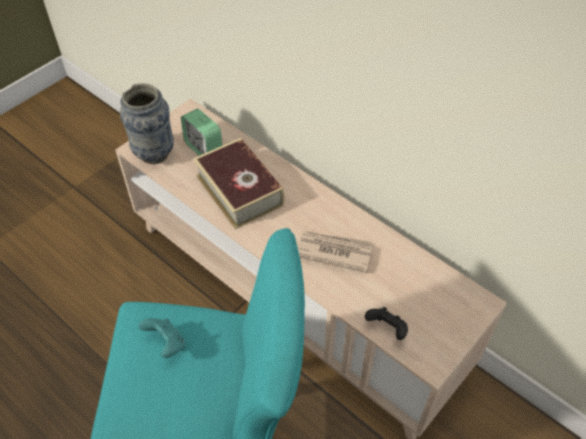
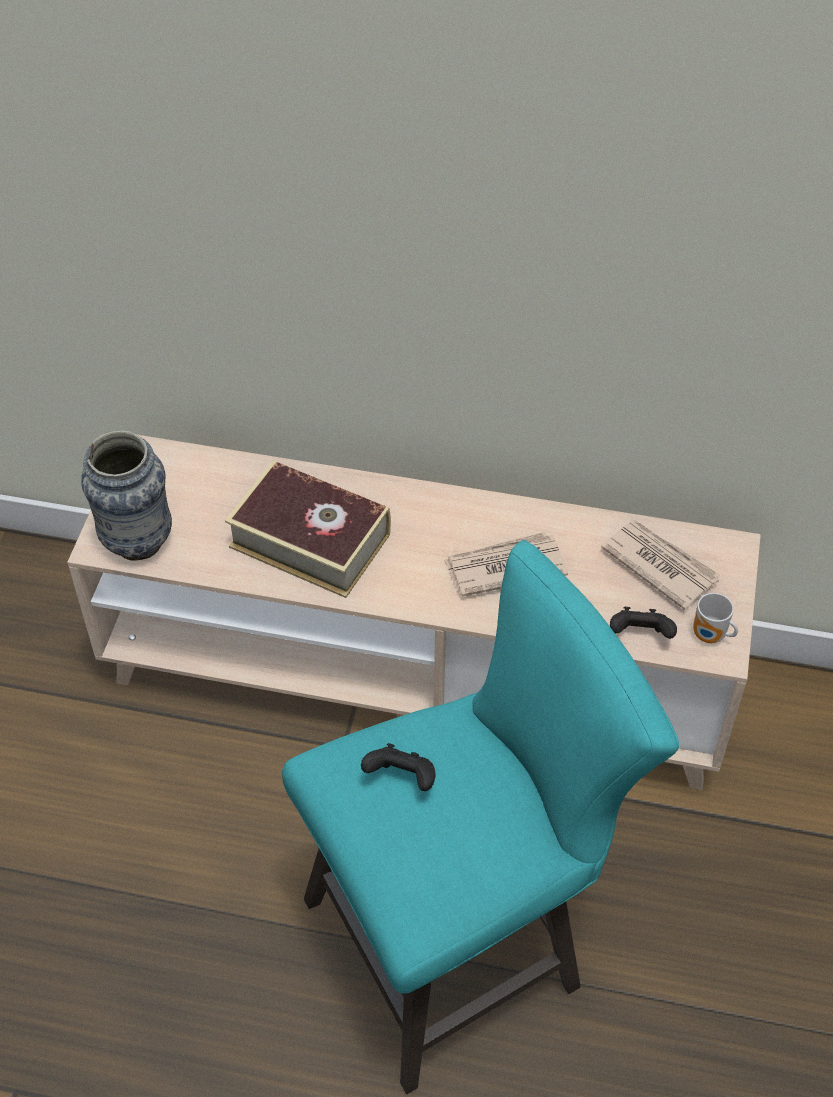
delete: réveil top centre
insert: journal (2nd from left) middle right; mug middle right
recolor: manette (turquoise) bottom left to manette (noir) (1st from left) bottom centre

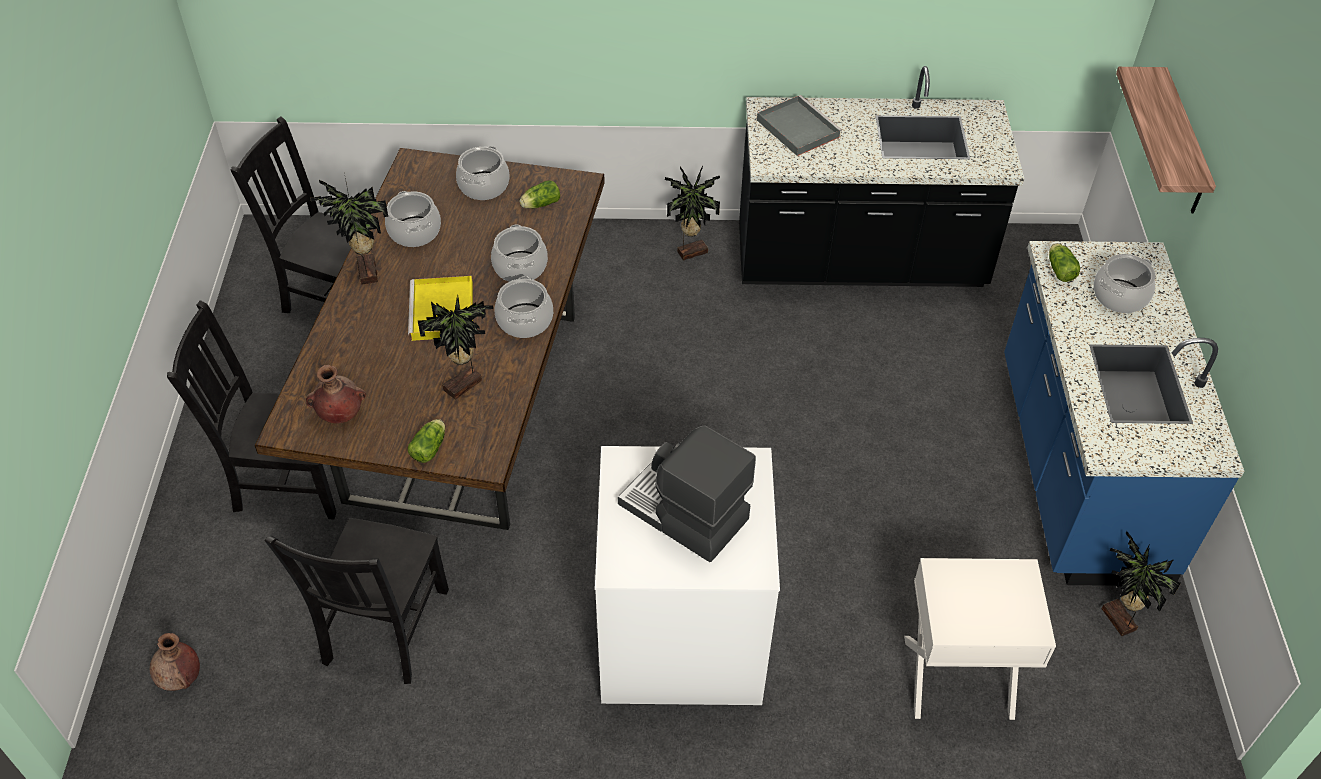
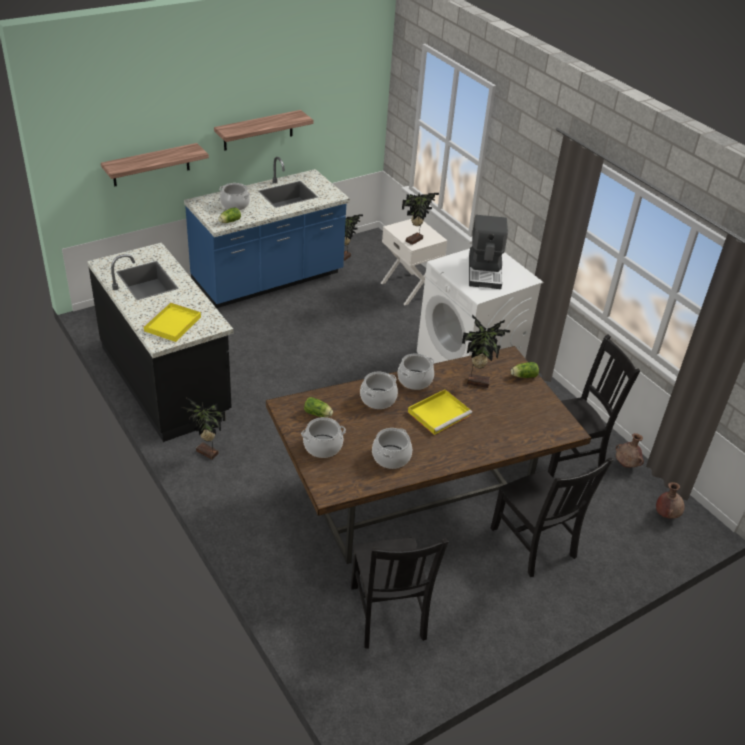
insert: étagère (2nd from left) top centre
move: vase (marron) (2nd from left in the first image) middle left to vase (marron) (1st from left) middle right; plante en pot (1st from left in the first image) top left to plante en pot (3rd from left) top centre
recolor: plateau (gris) top centre to plateau (jaune) (1st from left) middle left

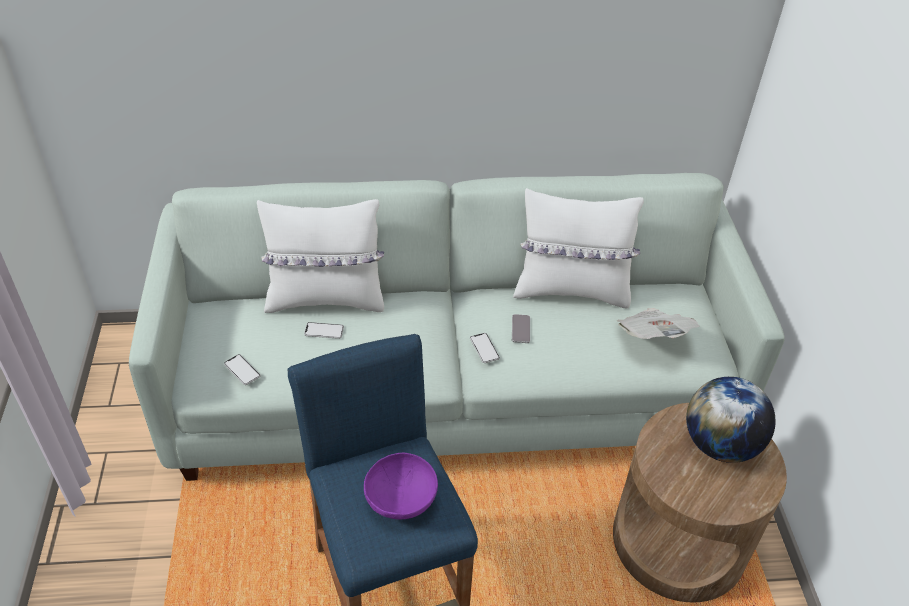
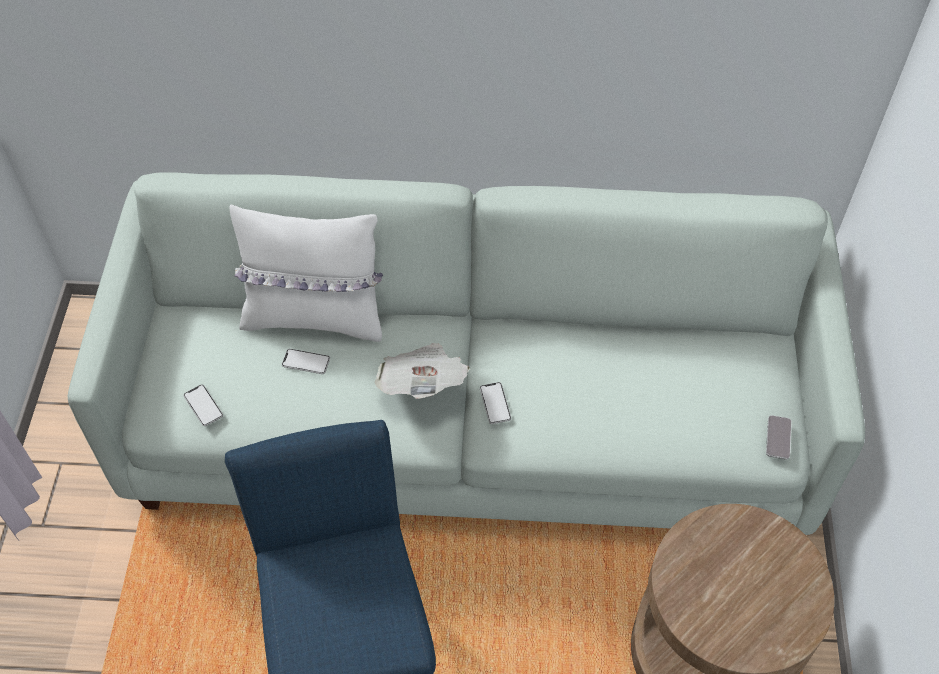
delete: bol (violet) bottom centre; coussin (blanc) (2nd from left) centre; globe bottom right
move: téléphone (4th from left) centre to middle right; journal middle right to centre

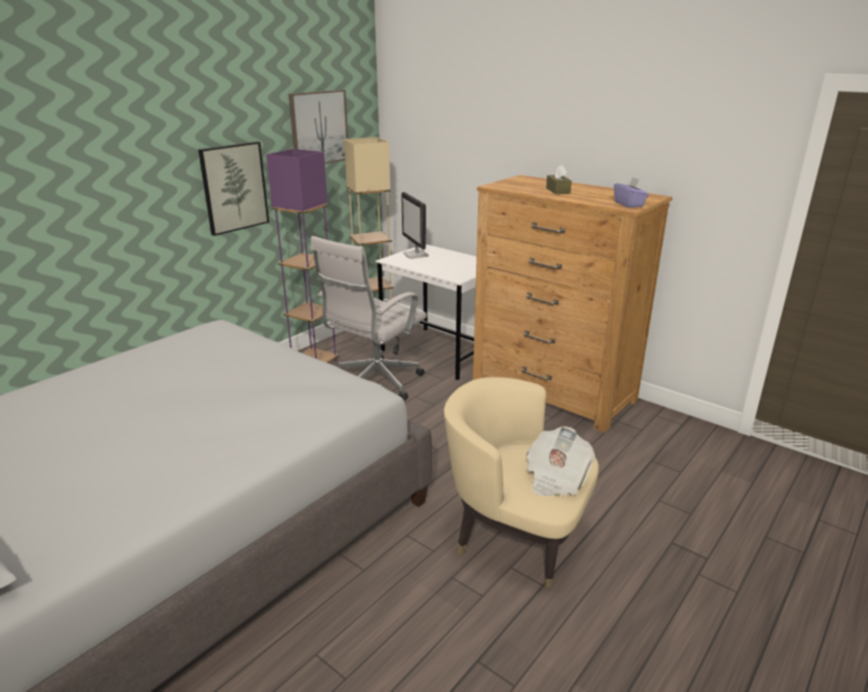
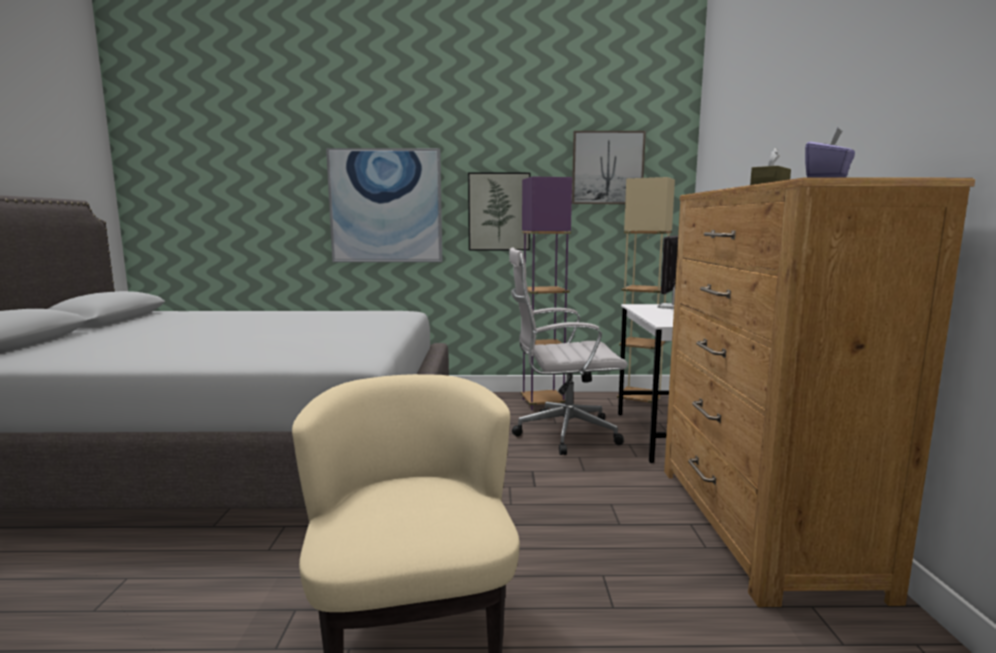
delete: journal centre
insert: tableau (1st from left) top centre

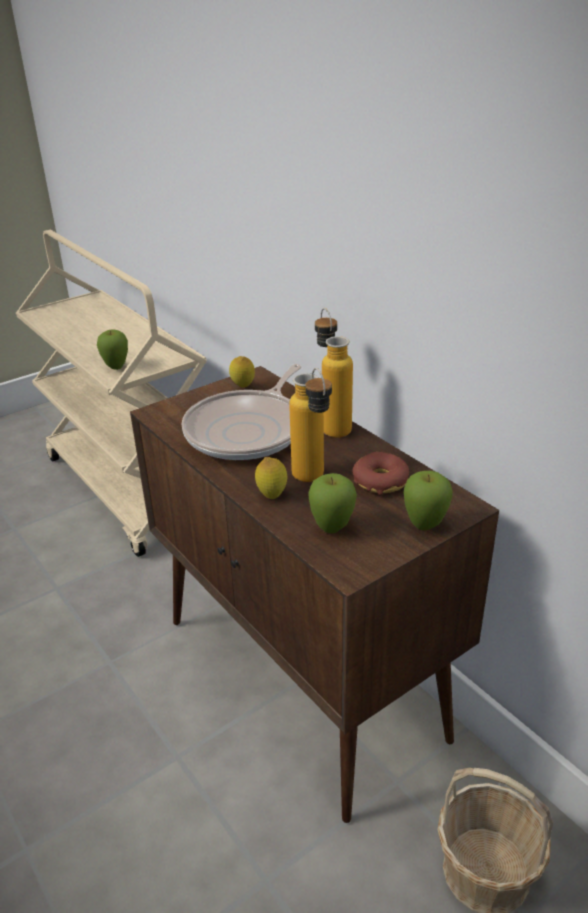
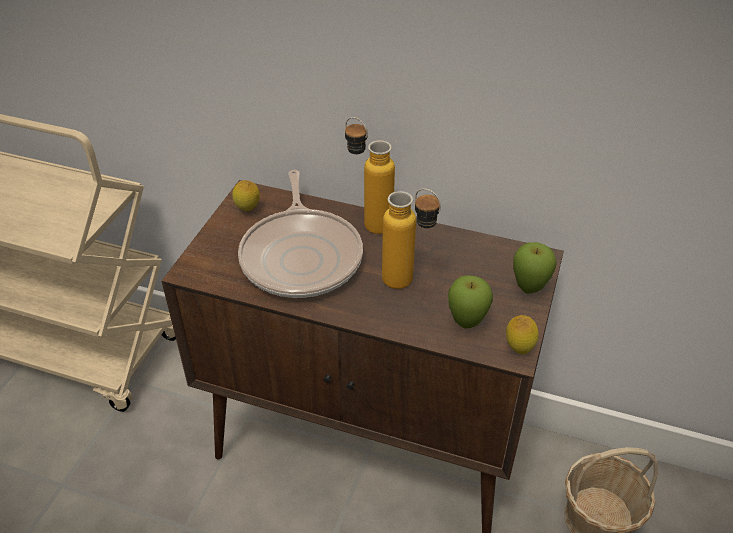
delete: pomme (1st from left) middle left; beignet centre
move: citron (2nd from left) centre to middle right

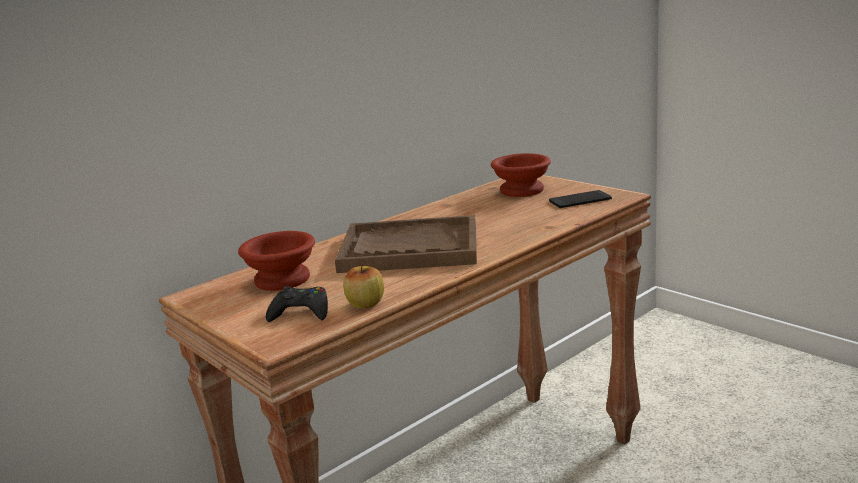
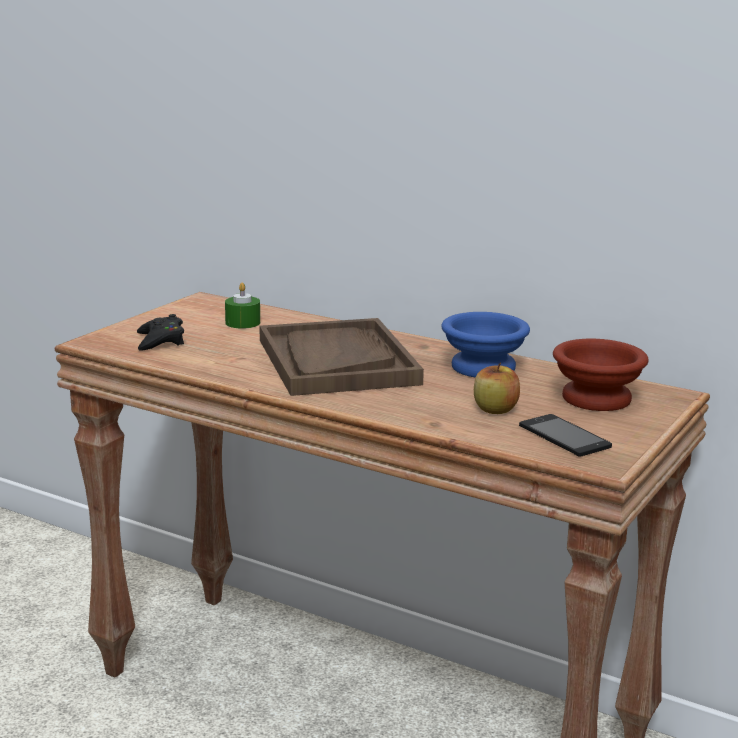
insert: bol (bleu) centre
move: pomme centre to middle right
replace: bol (marron) (1st from left) middle left to bougie (vert) middle left

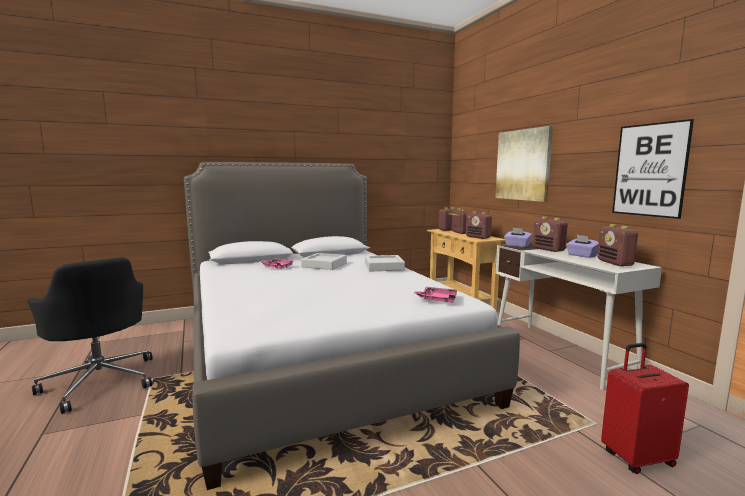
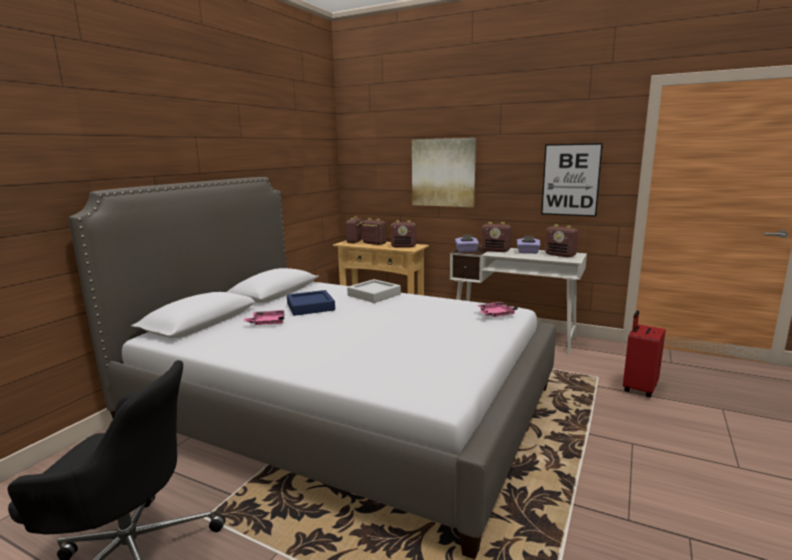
recolor: plateau (gris) (1st from left) centre to plateau (bleu) centre

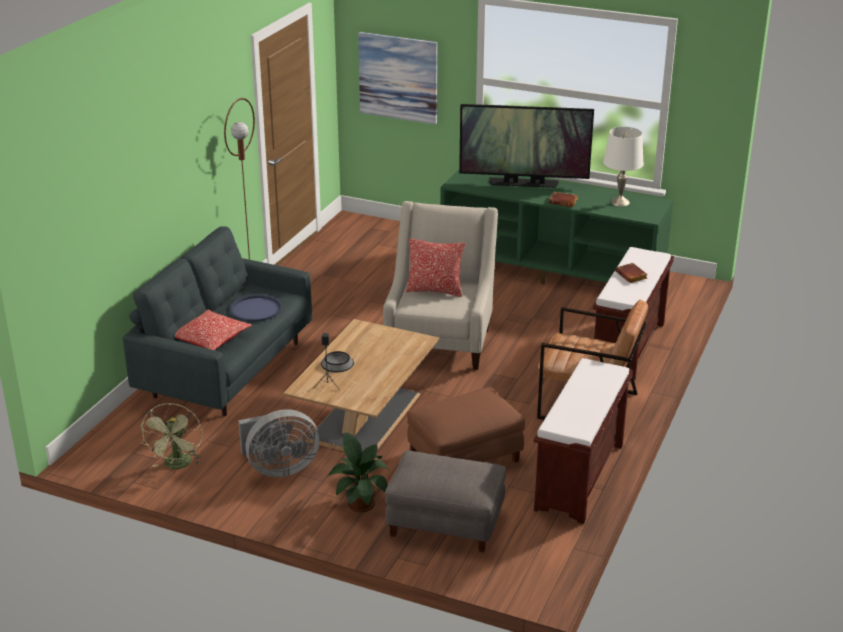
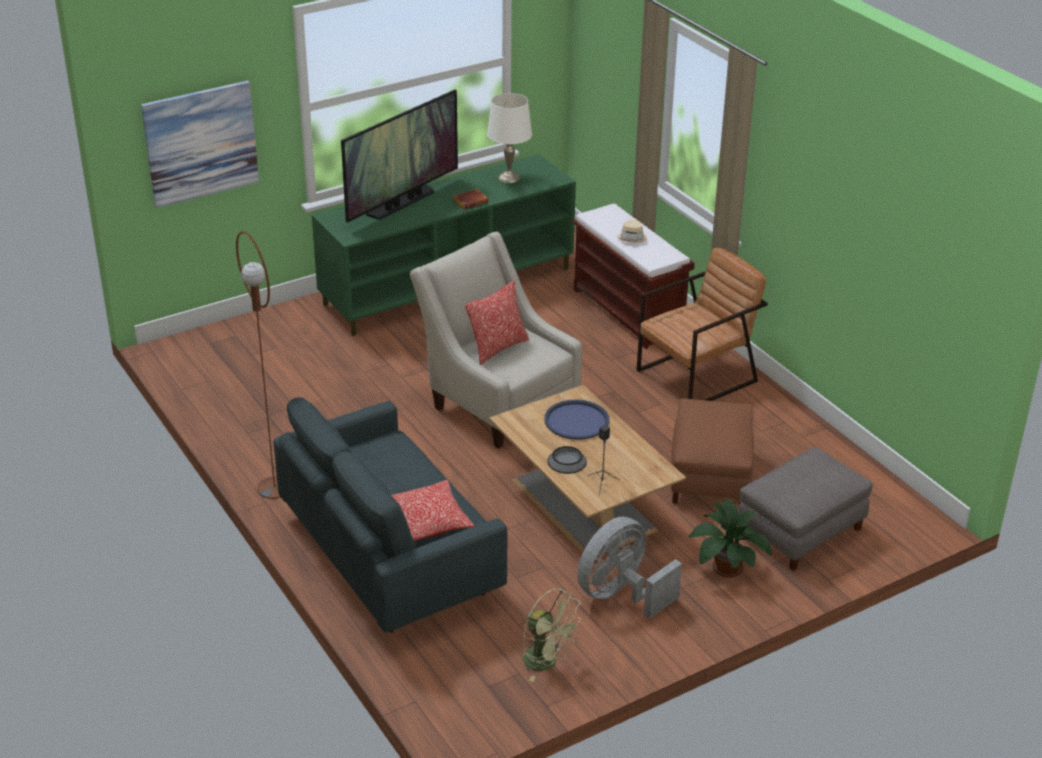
delete: banc (marron) (1st from left) bottom right
move: plateau (bleu) middle left to centre
replace: livre (marron) (2nd from left) middle right to chapeau (beige) top centre
rotate: ventilateur (gris) bottom left = bottom centre 150 degrees counterclockwise

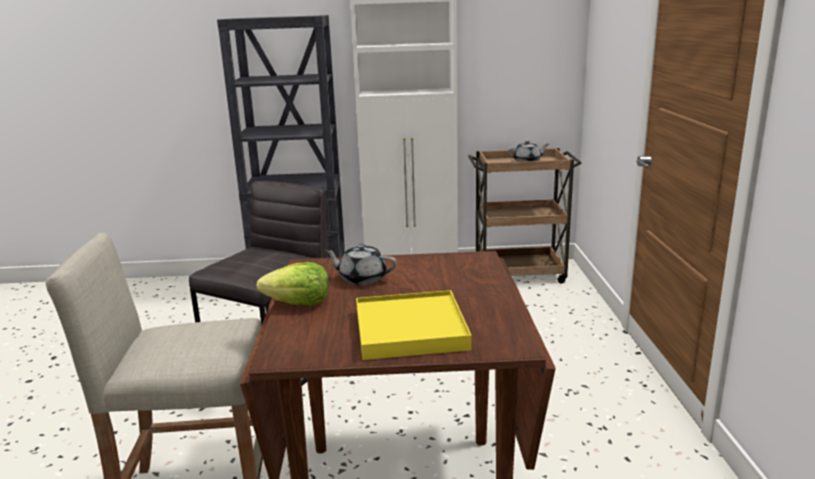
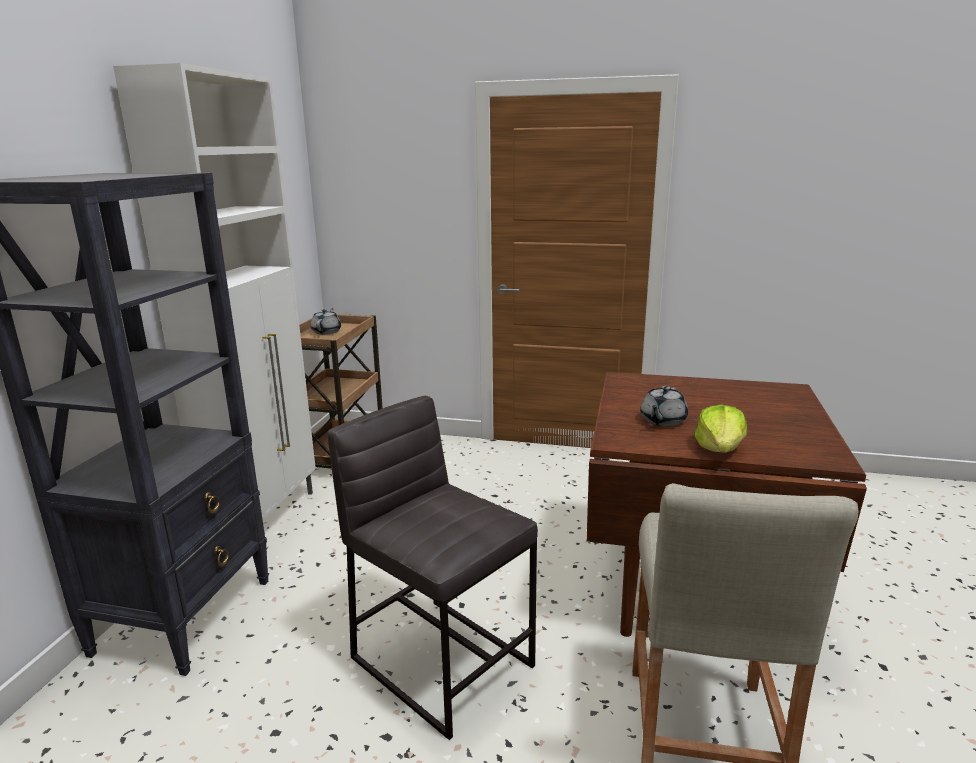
delete: plateau (jaune) bottom centre

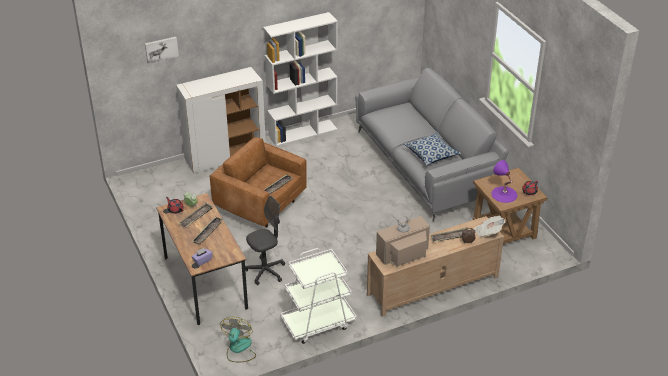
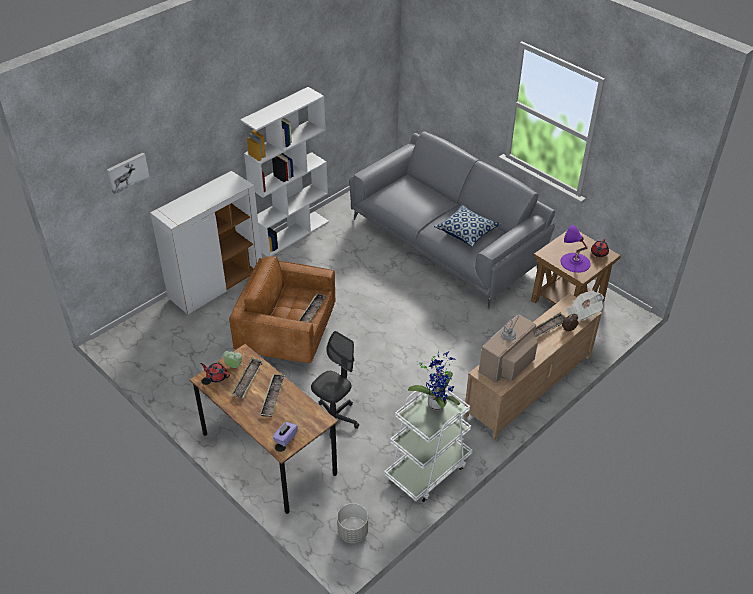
insert: plante en pot centre
replace: ventilateur bottom centre to cache-pot (gris) bottom centre

